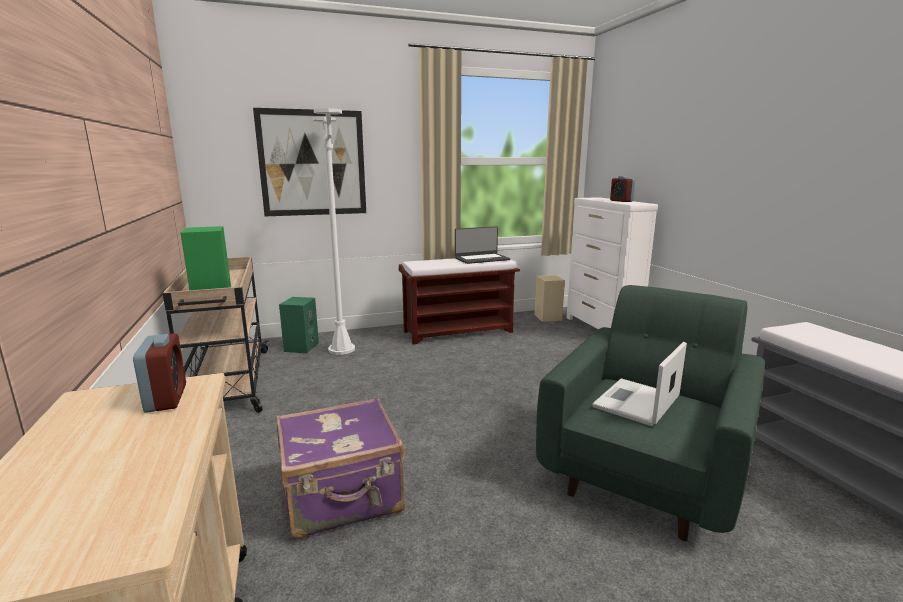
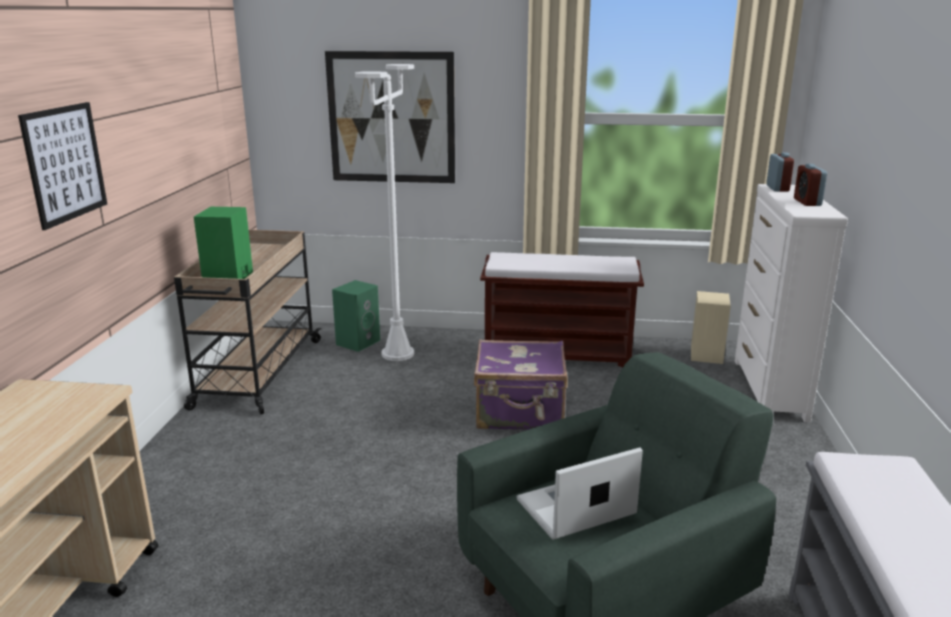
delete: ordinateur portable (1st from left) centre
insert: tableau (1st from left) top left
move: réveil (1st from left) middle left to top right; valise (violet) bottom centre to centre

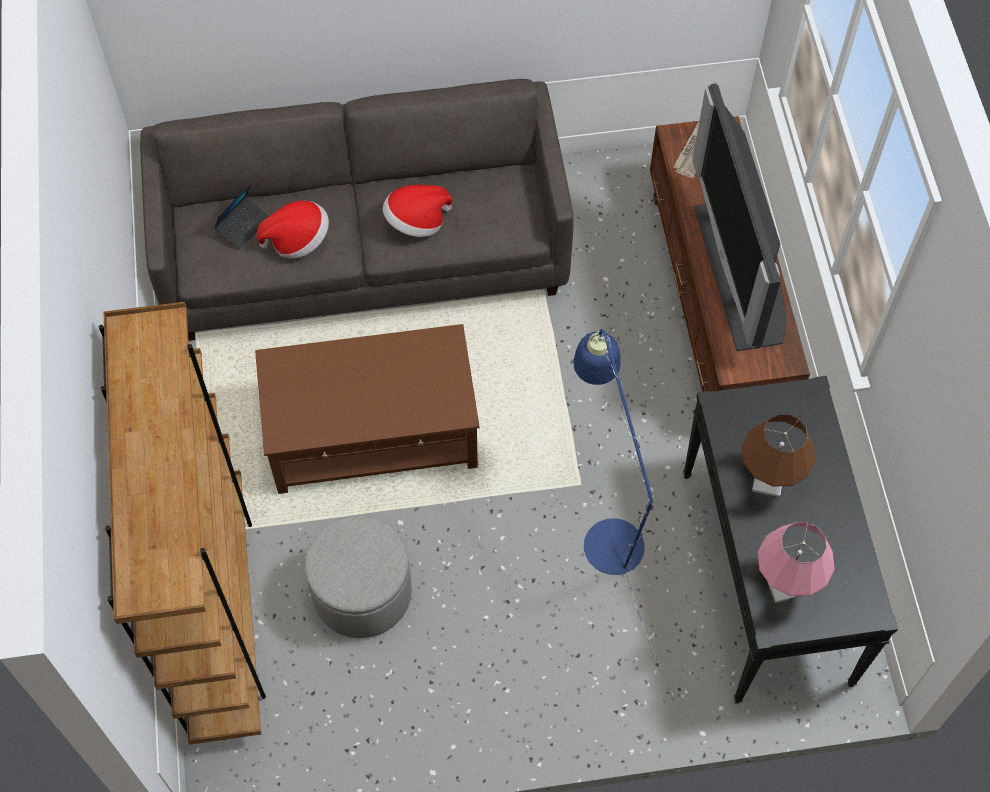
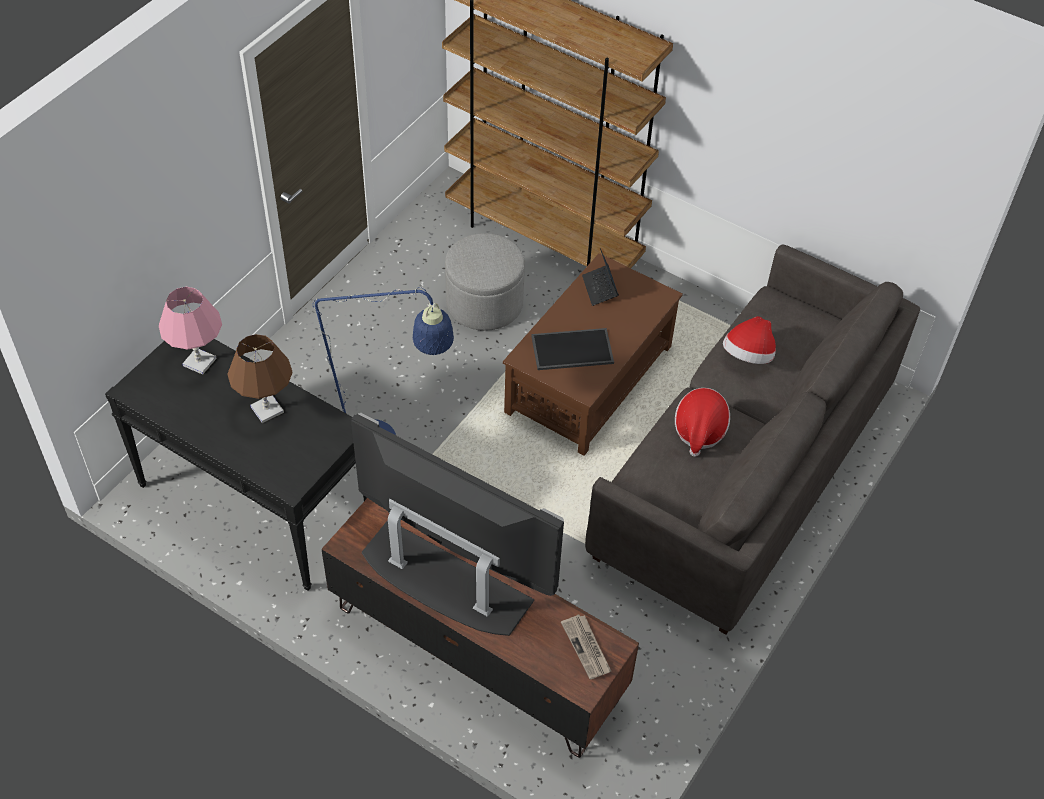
insert: plateau centre
move: ordinateur portable top left to centre

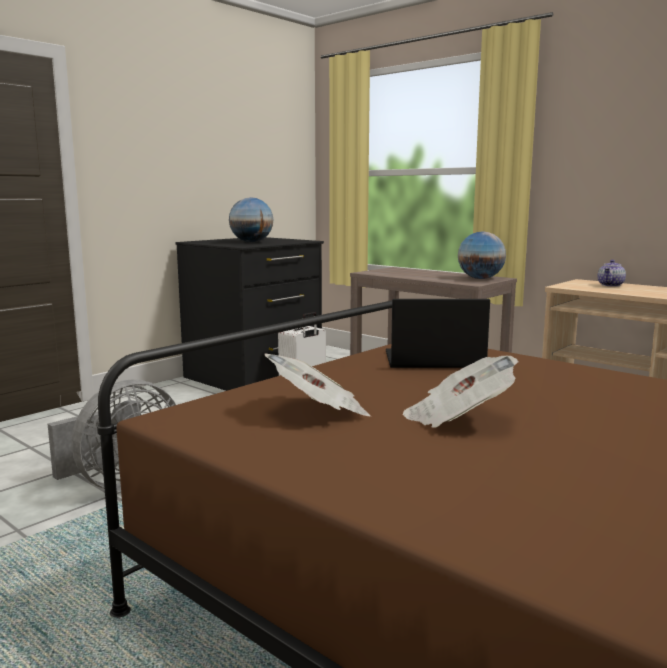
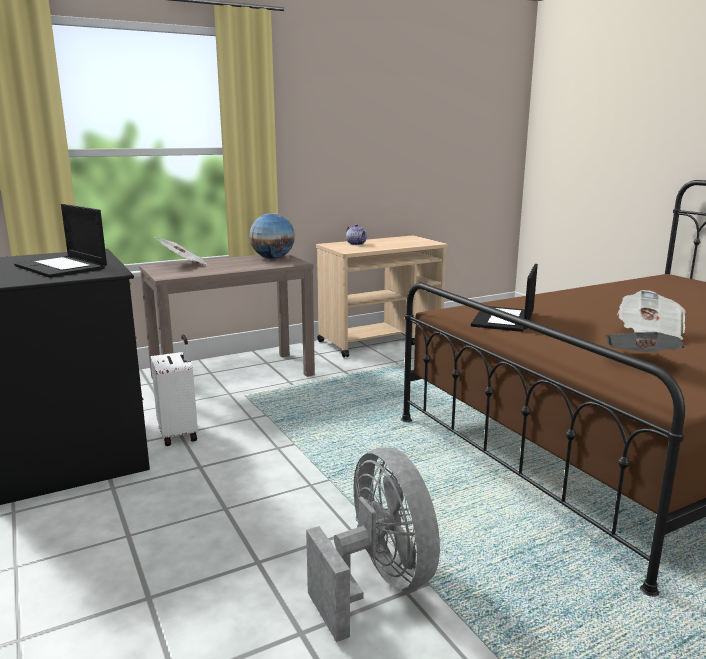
insert: journal (1st from left) middle left
replace: globe (1st from left) top centre to ordinateur portable (1st from left) middle left

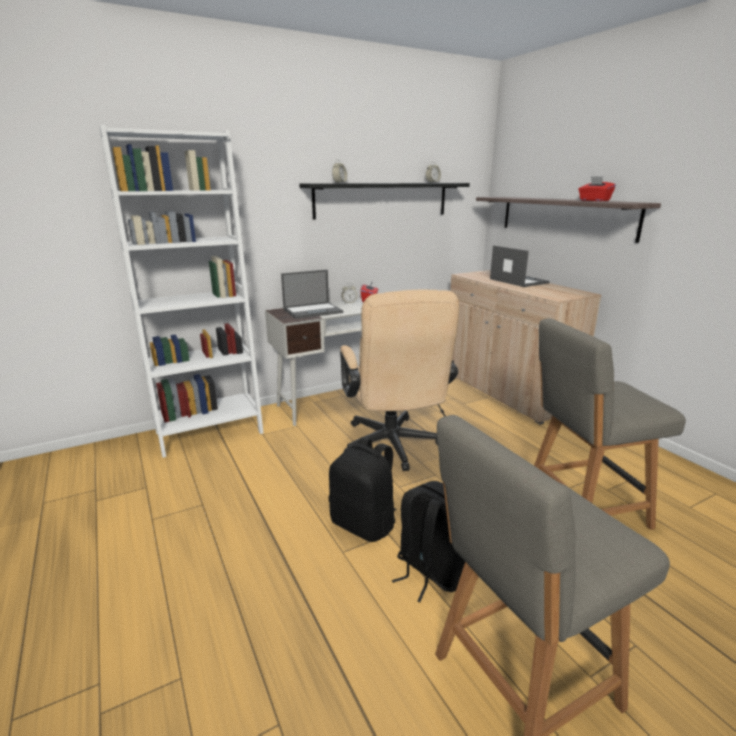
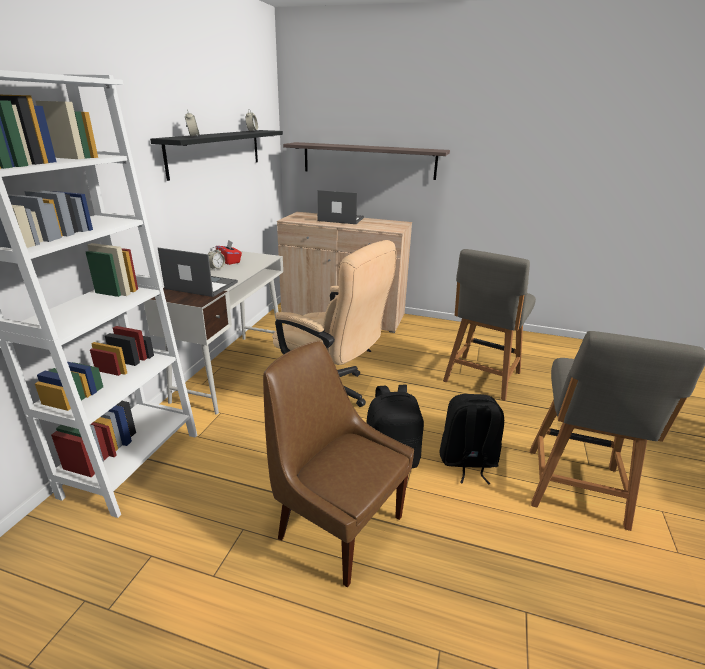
delete: boîte à mouchoirs (rouge) (2nd from left) top right
insert: chaise (marron) bottom centre
rotate: ordinateur portable (1st from left) centre = middle left 90 degrees counterclockwise

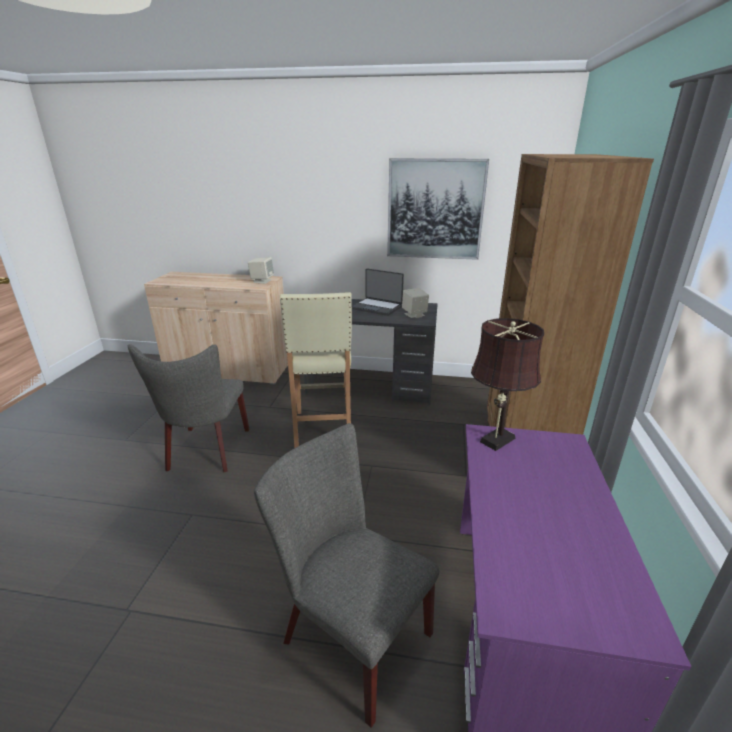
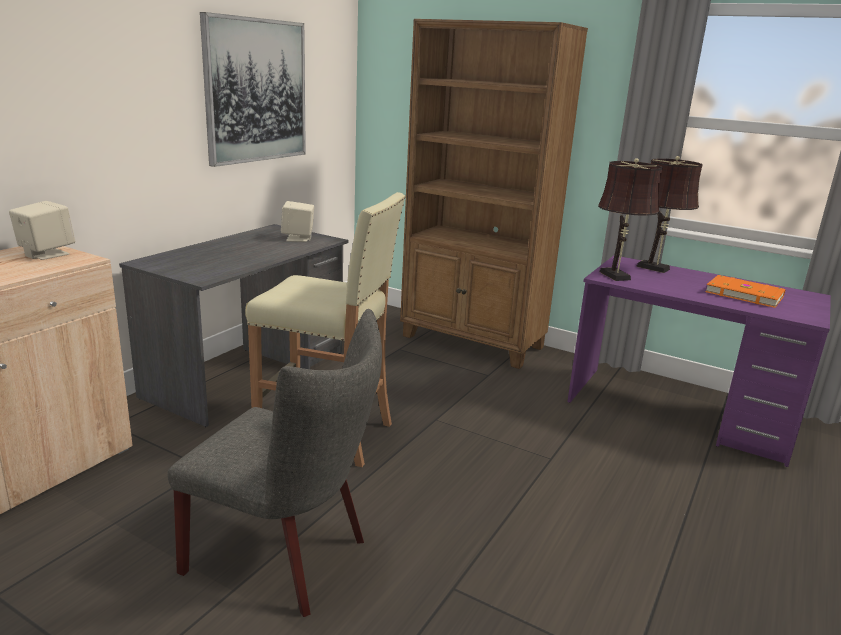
delete: chaise (gris) (2nd from left) bottom centre; ordinateur portable centre
insert: lampe de table (marron) (2nd from left) middle right; livre (orange) middle right

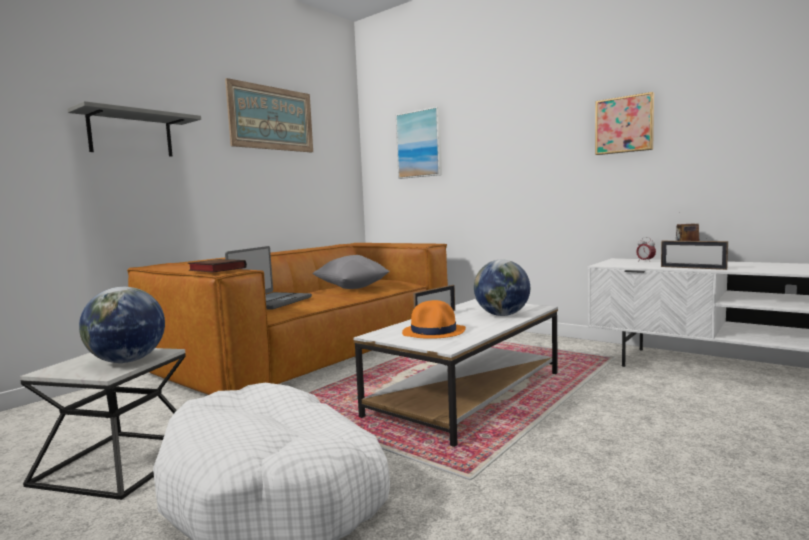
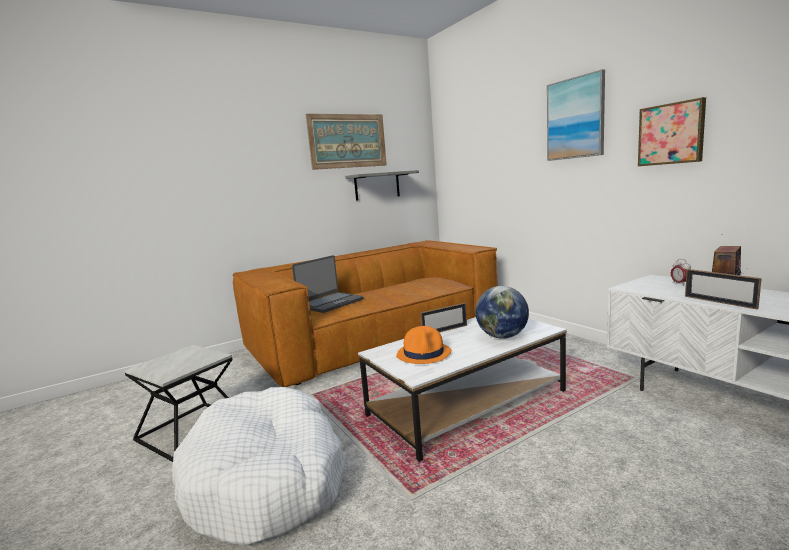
delete: globe (1st from left) middle left; livre middle left; coussin (gris) centre
move: étagère (gris) top left to centre; tableau (2nd from left) top centre to top right

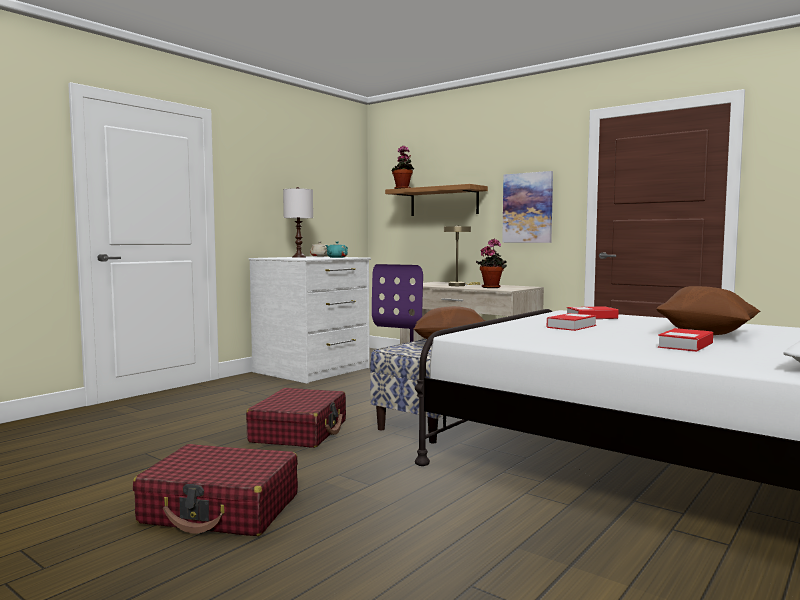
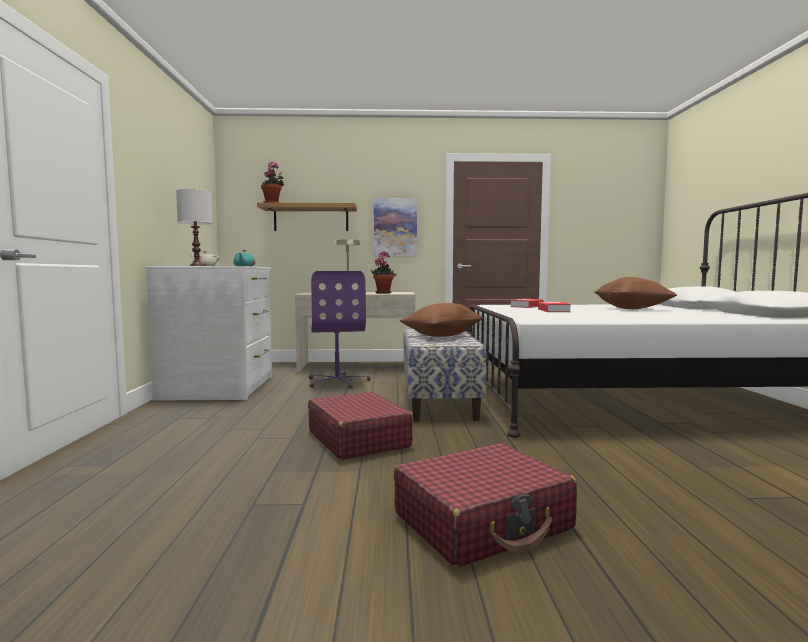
delete: livre (3rd from left) middle right

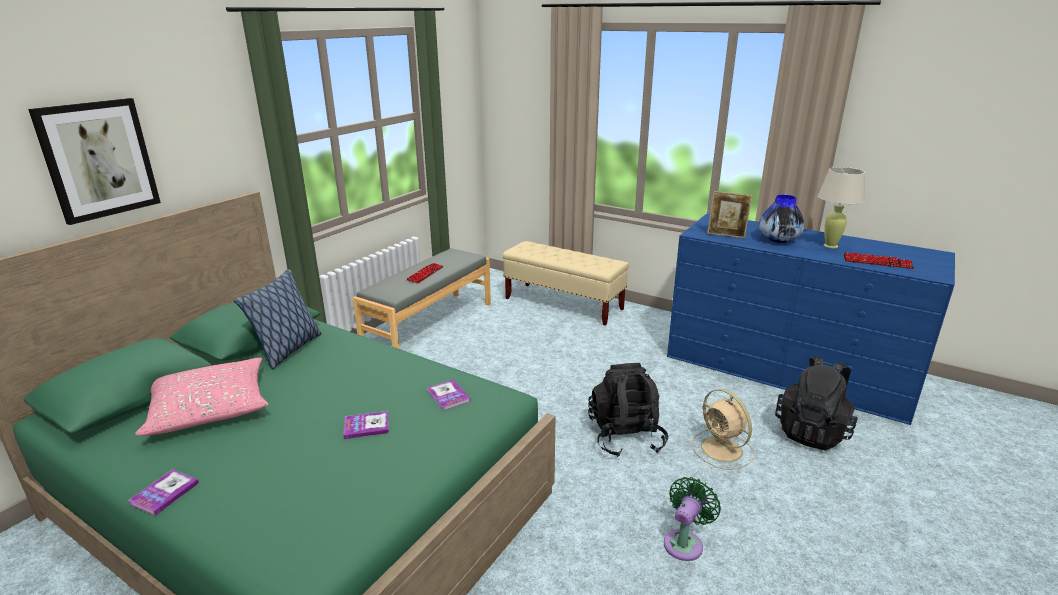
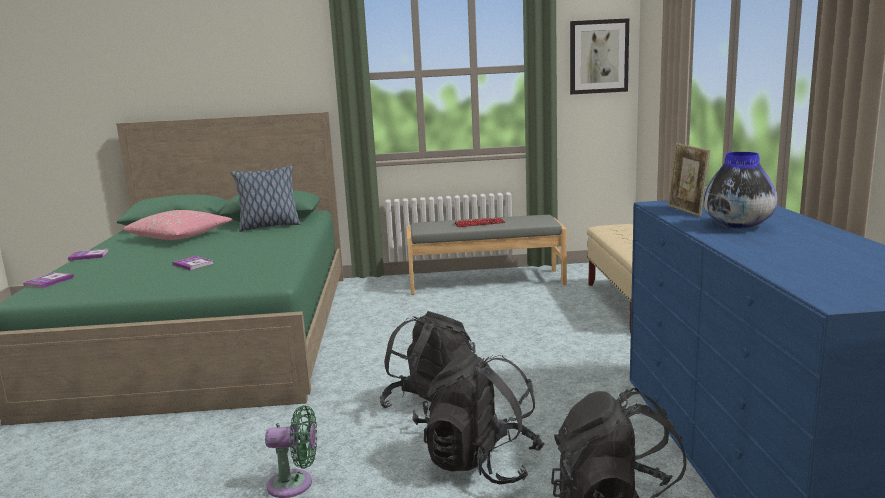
delete: lampe de table (beige) middle right; clavier (2nd from left) middle right
move: tableau top left to top right; livre (3rd from left in the first image) centre to livre (1st from left) middle left
replace: ventilateur (beige) bottom right to sac à dos (noir) (2nd from left) bottom centre

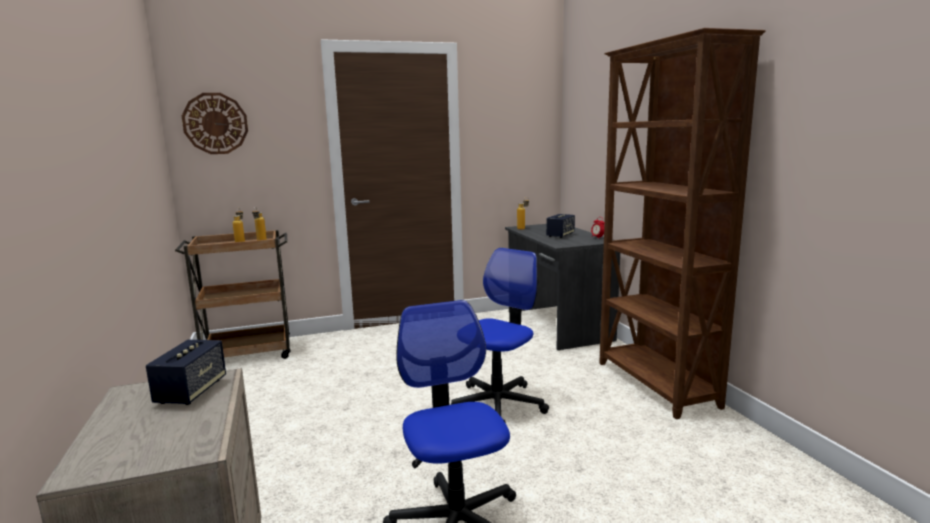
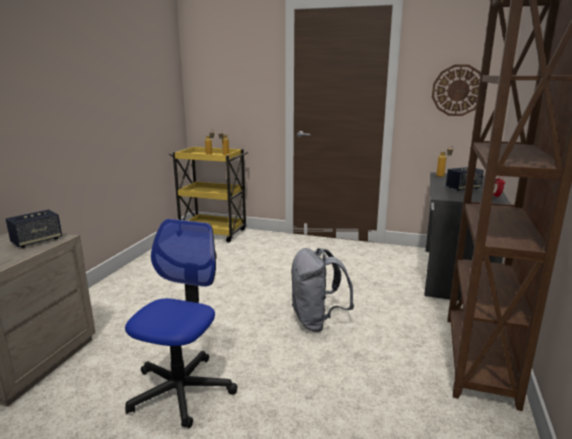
move: horloge murale top left to top right
replace: chaise de bureau (2nd from left) centre to sac à dos (gris) centre
recolor: chariot (marron) middle left to chariot (jaune) centre

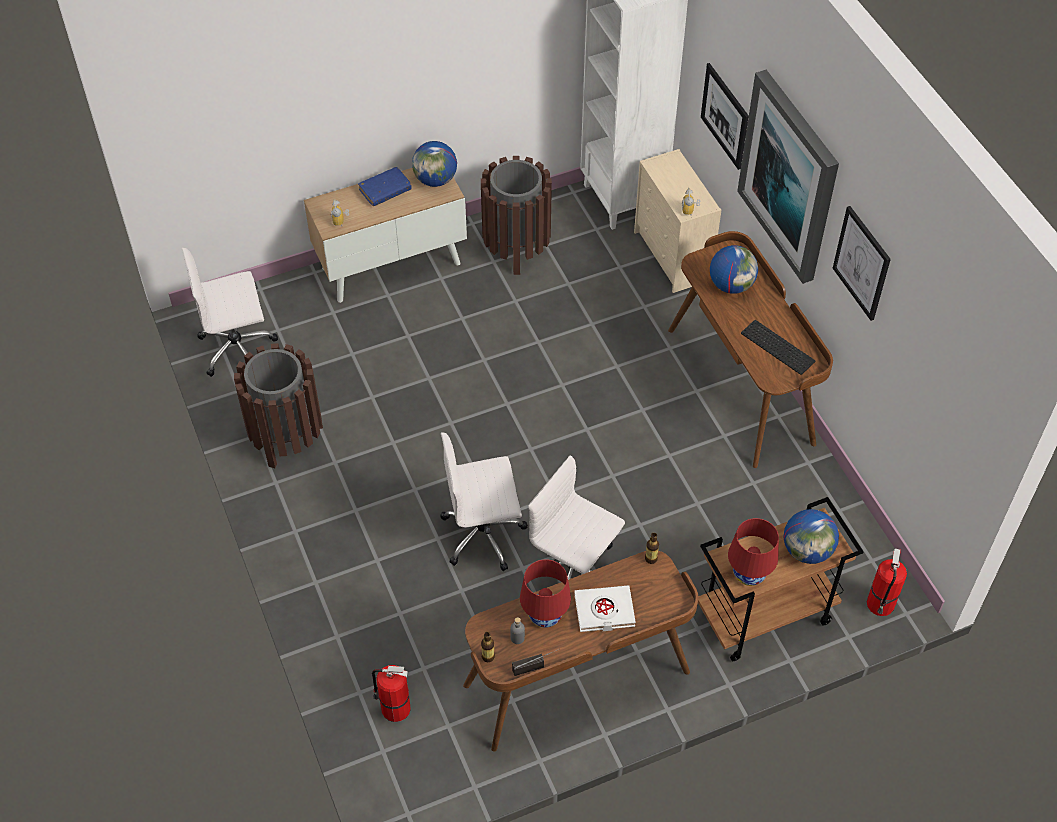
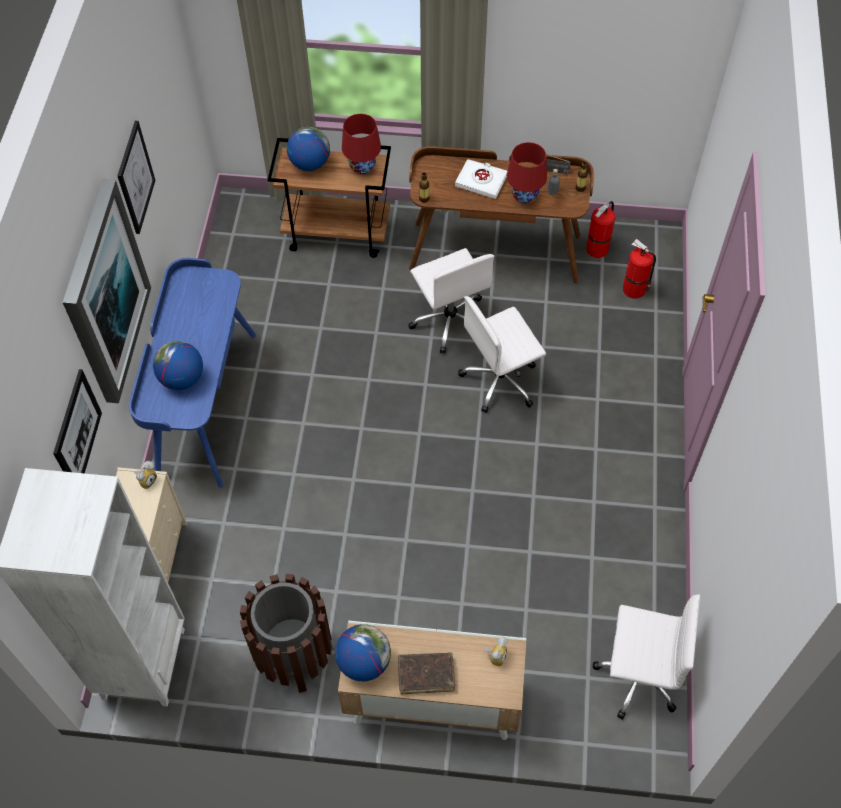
delete: poubelle (marron) (1st from left) middle left; clavier middle right
move: extincteur (2nd from left in the first image) bottom right to extincteur (1st from left) top right
recolor: livre (bleu) top centre to livre (marron) bottom centre; bureau (marron) (2nd from left) middle right to bureau (bleu) middle left
rotate: chaise de bureau (blanc) (2nd from left) centre = centre 135 degrees clockwise

